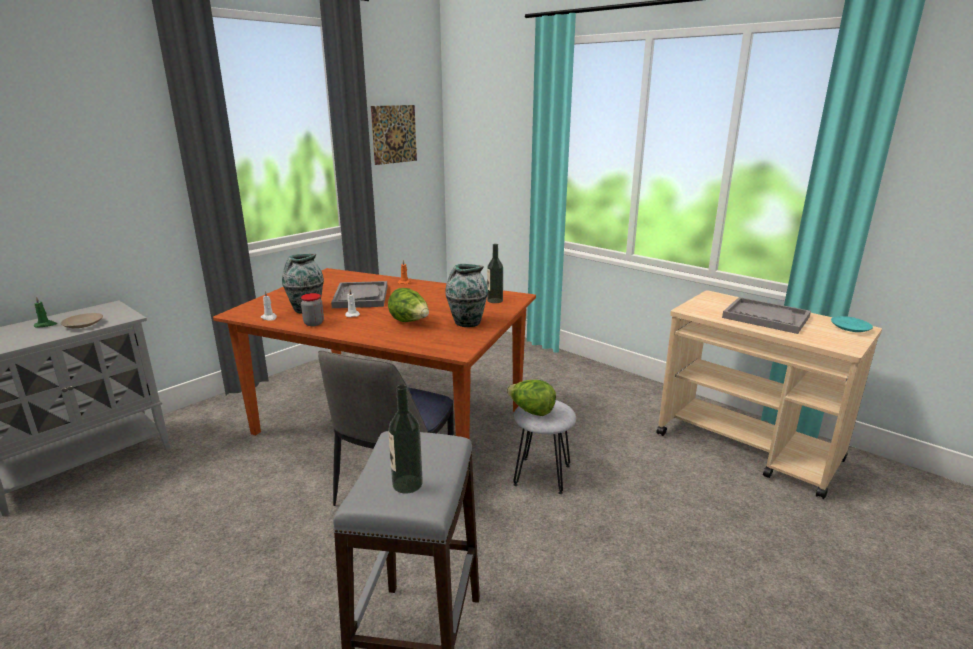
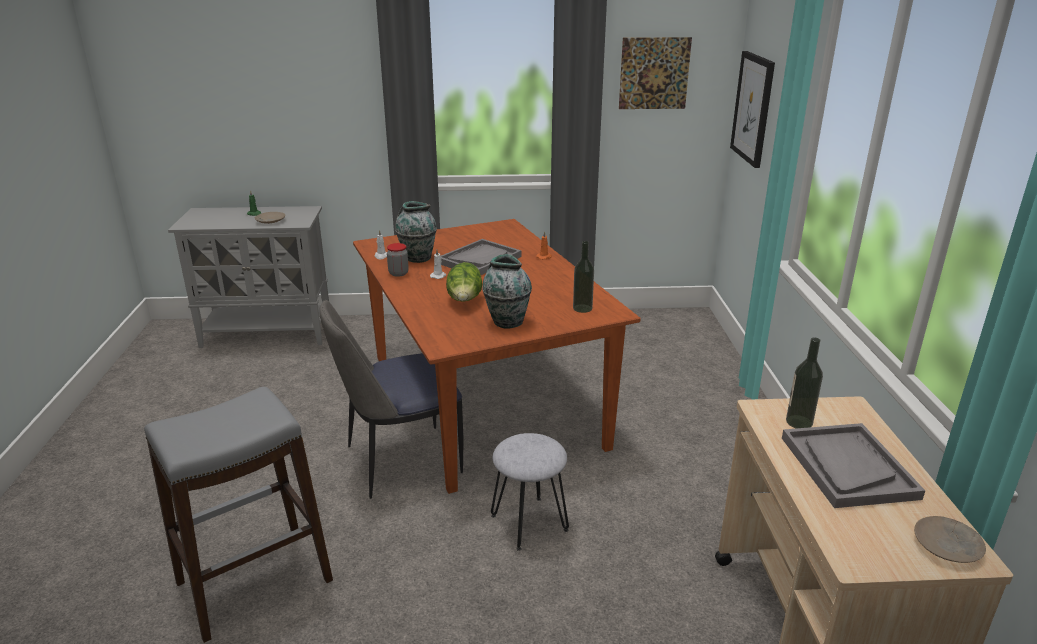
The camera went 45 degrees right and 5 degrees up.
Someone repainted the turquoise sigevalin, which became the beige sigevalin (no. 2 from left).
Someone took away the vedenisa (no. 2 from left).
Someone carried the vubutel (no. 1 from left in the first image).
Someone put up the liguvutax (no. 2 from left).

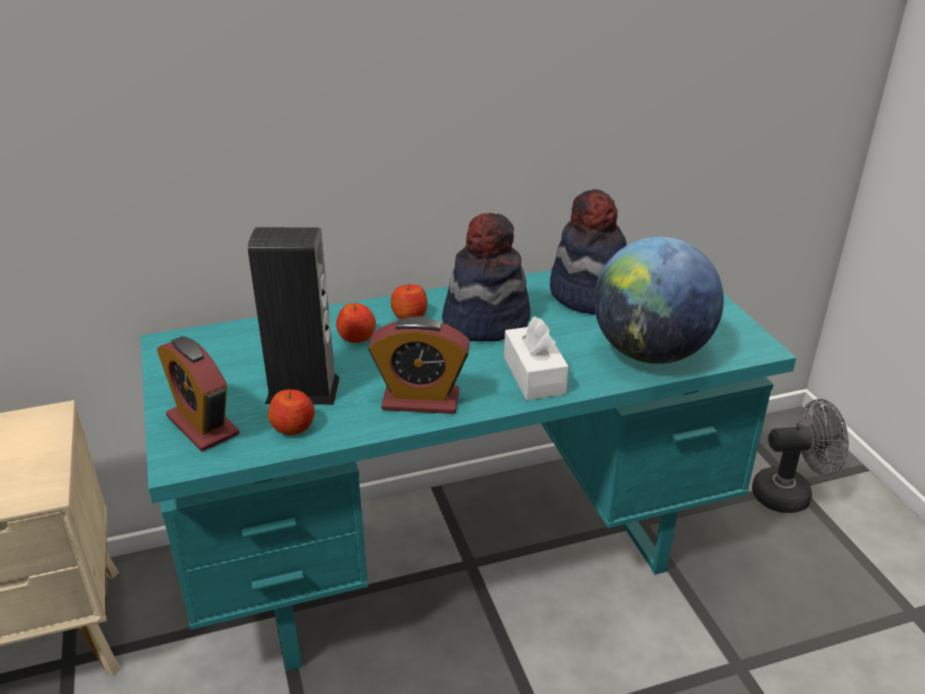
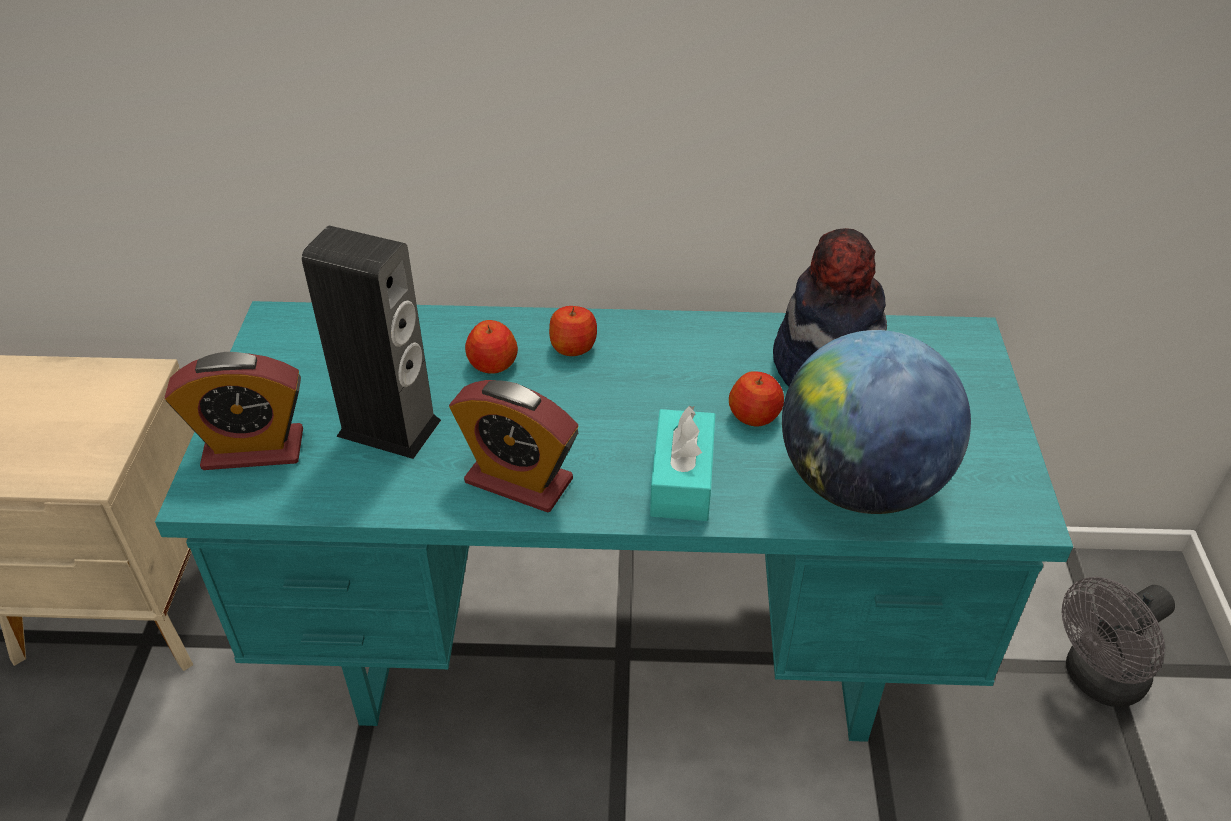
The camera went 20 degrees right and 10 degrees up.
Someone took away the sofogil (no. 1 from left).
Someone repainted the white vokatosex, which became the turquoise vokatosex.
Someone rotated the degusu (no. 1 from left) by 75 degrees counterclockwise.
Someone carried the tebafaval (no. 1 from left in the first image).
Someone rotated the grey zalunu by 135 degrees clockwise.

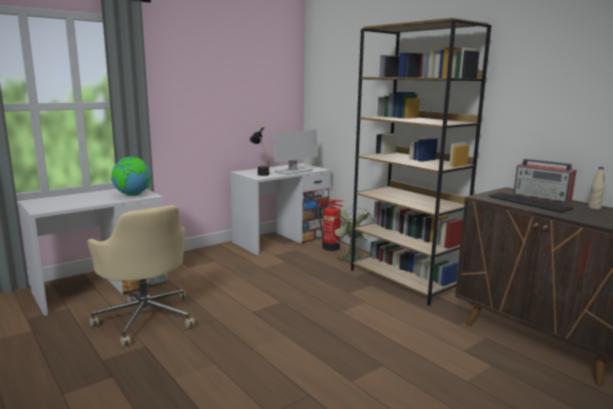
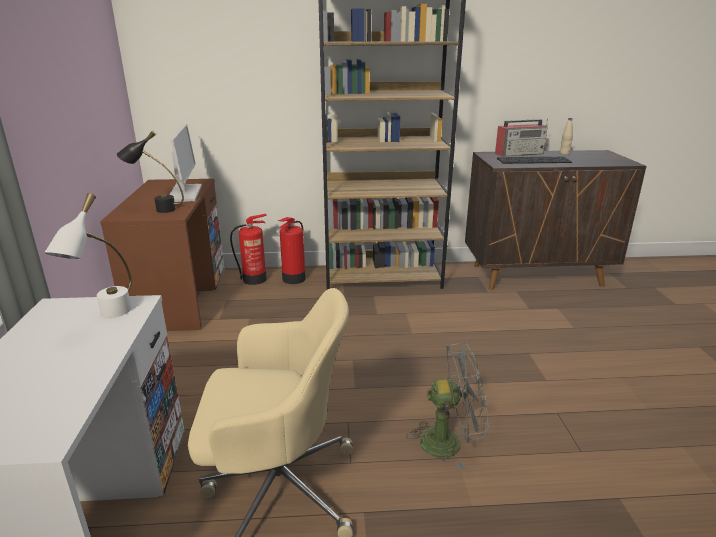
The camera went 55 degrees left and 10 degrees up.
Someone swapped the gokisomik for the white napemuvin.
Someone repainted the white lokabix (no. 2 from left), which became the brown lokabix.
Someone swapped the green zalunu for the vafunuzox (no. 2 from left).
Someone put down the grey zalunu.

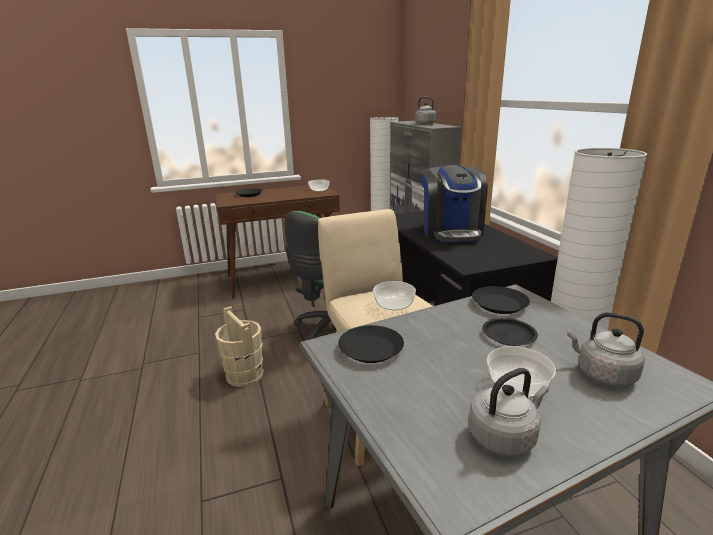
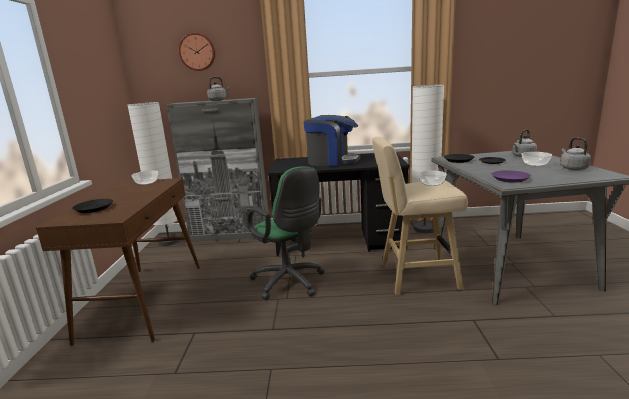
The camera went 70 degrees left and 5 degrees down.
Someone took away the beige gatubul.
Someone repainted the black sigevalin (no. 2 from left), which became the purple sigevalin.
Someone put up the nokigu.

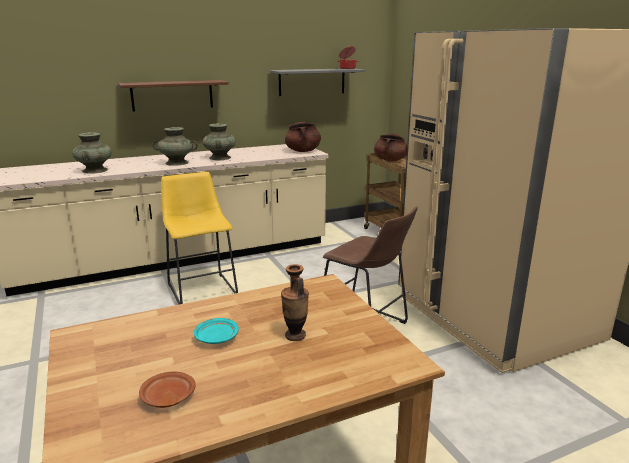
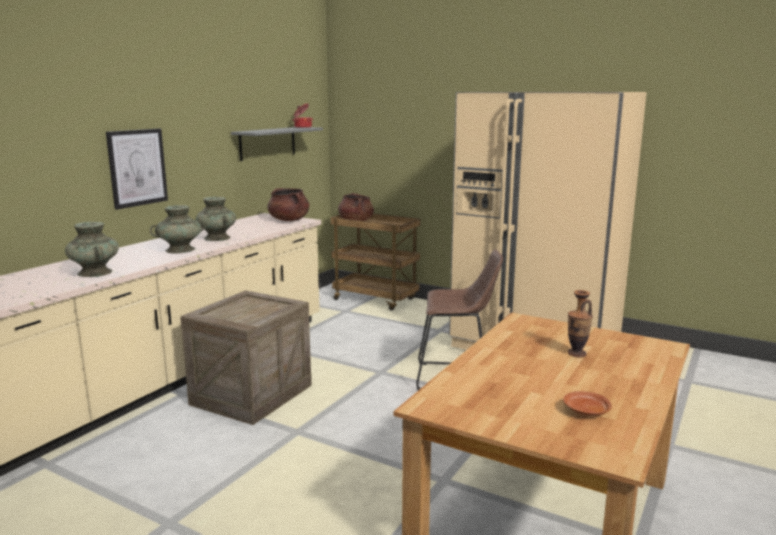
The camera went 35 degrees left and 5 degrees down.
Someone swapped the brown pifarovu for the liguvutax.
Someone swapped the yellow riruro for the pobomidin.
Someone took away the turquoise sigevalin.

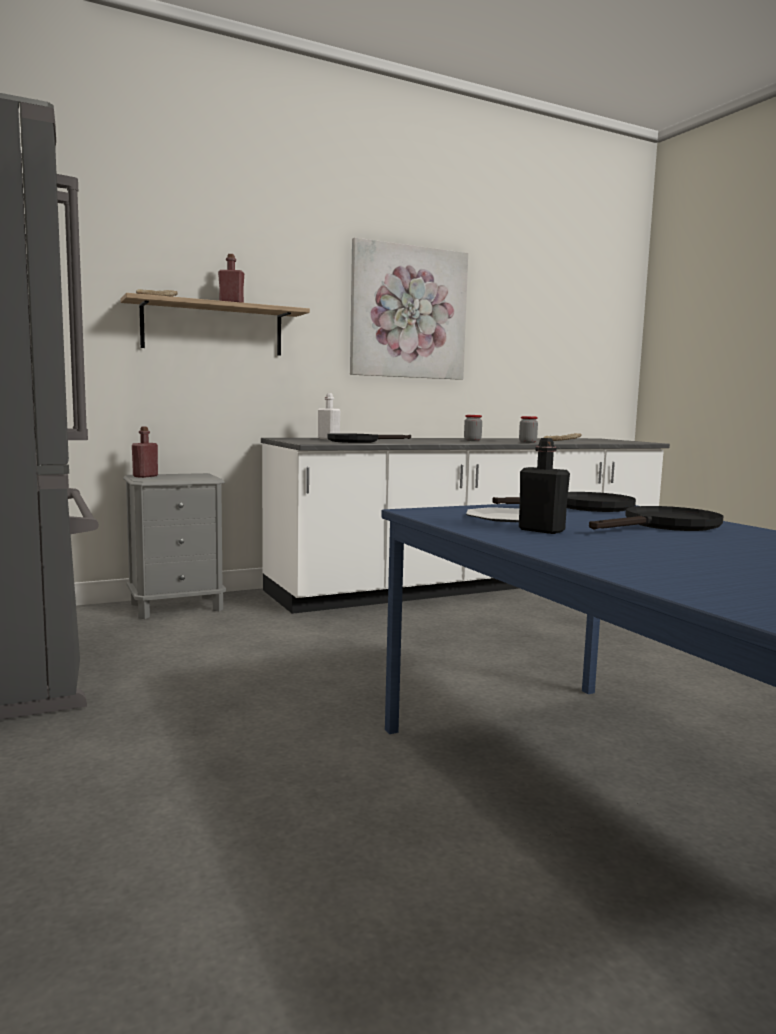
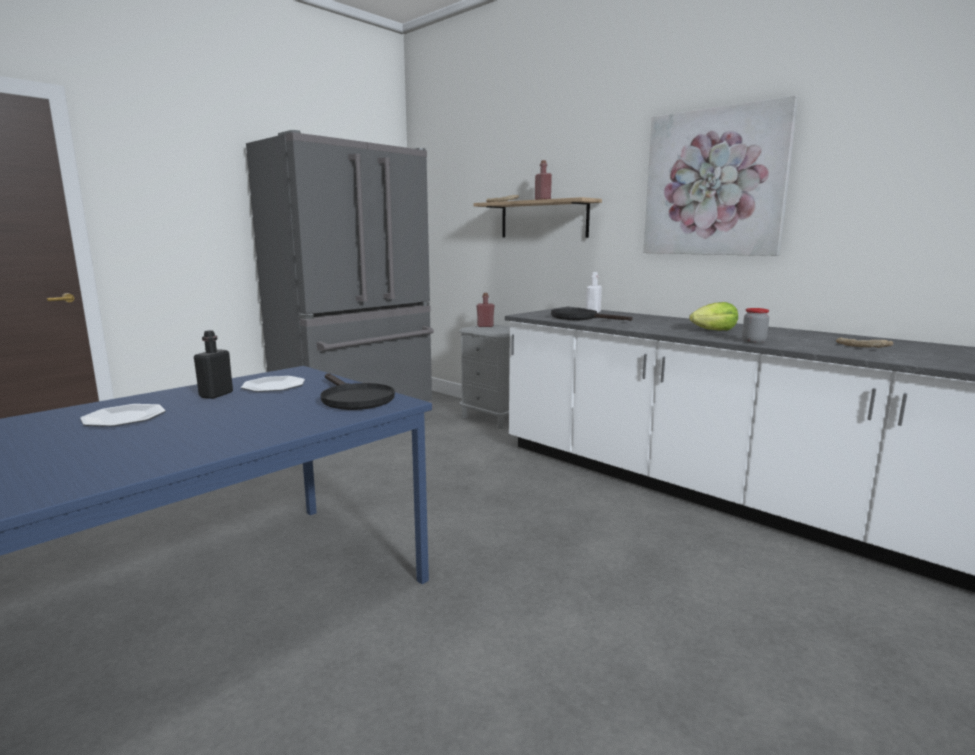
The camera went 70 degrees right and 5 degrees up.
Someone swapped the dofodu (no. 1 from left) for the vedenisa.
Someone took away the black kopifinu (no. 3 from left).
Someone put down the sigevalin (no. 1 from left).

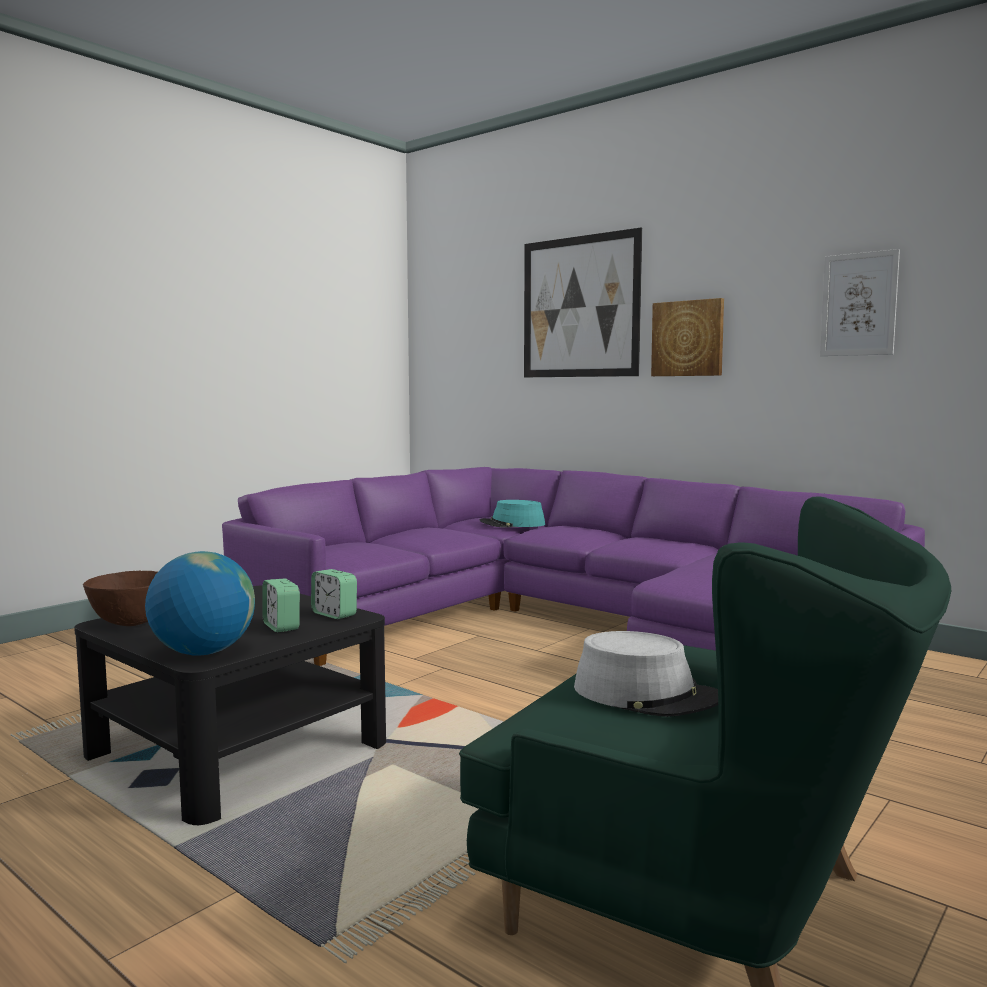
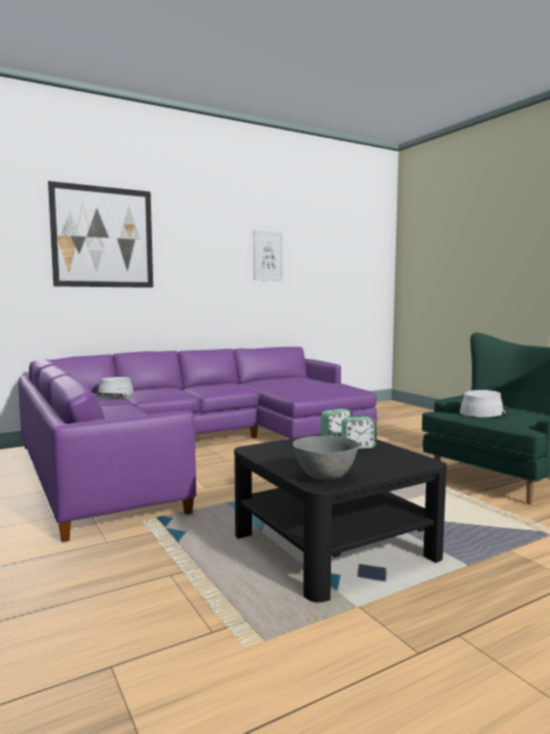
The camera went 70 degrees left and 0 degrees up.
Someone took away the liguvutax (no. 2 from left).
Someone repainted the turquoise sofogil, which became the grey sofogil (no. 1 from left).
Someone took away the gokisomik.
Someone repainted the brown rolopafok, which became the grey rolopafok.

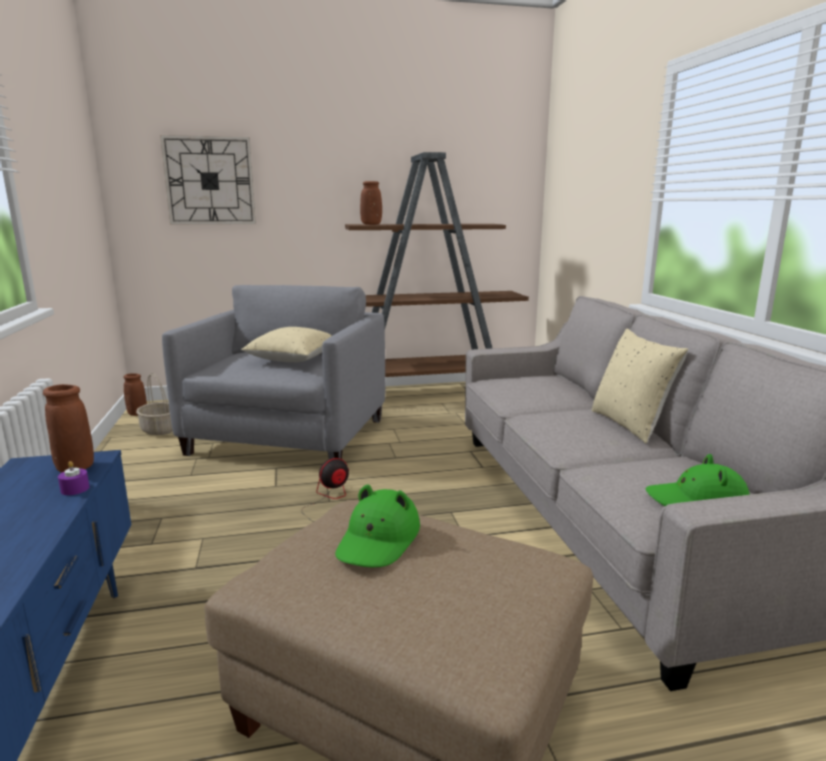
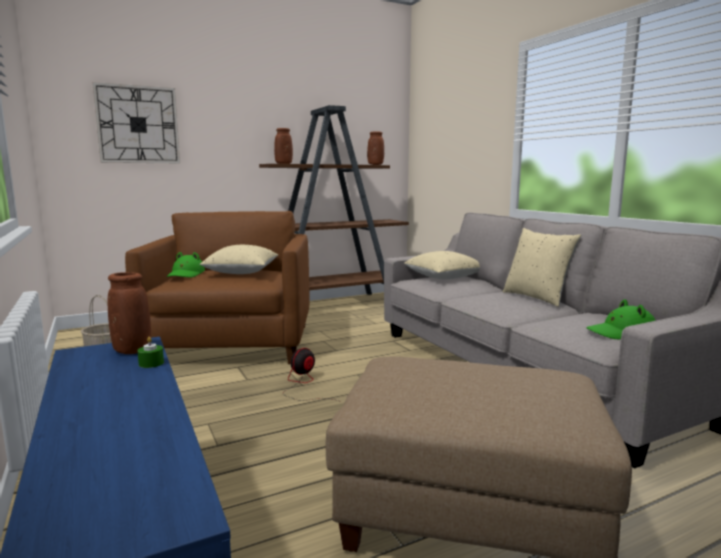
The camera went 15 degrees left and 5 degrees down.
Someone repainted the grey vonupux, which became the brown vonupux.
Someone carried the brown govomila (no. 2 from left in the first image).
Someone repainted the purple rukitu, which became the green rukitu.
Someone carried the green sofogil (no. 1 from left).
Someone put down the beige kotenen (no. 2 from left).

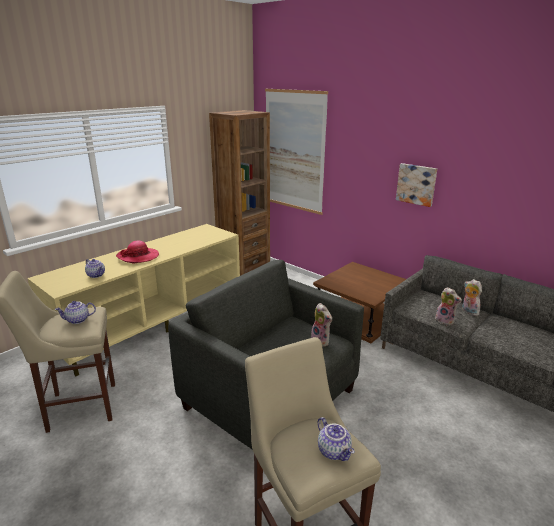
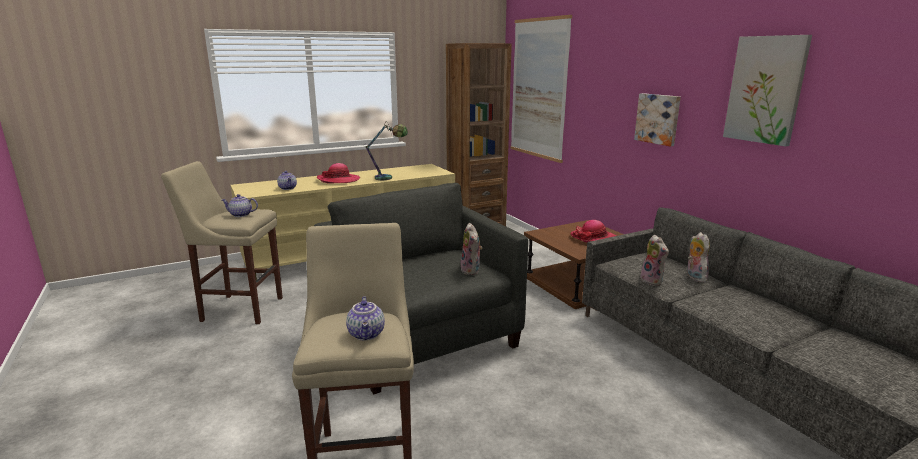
The camera went 20 degrees right and 5 degrees down.
Someone put up the liguvutax (no. 3 from left).
Someone put down the napemuvin.
Someone put down the sofogil (no. 2 from left).

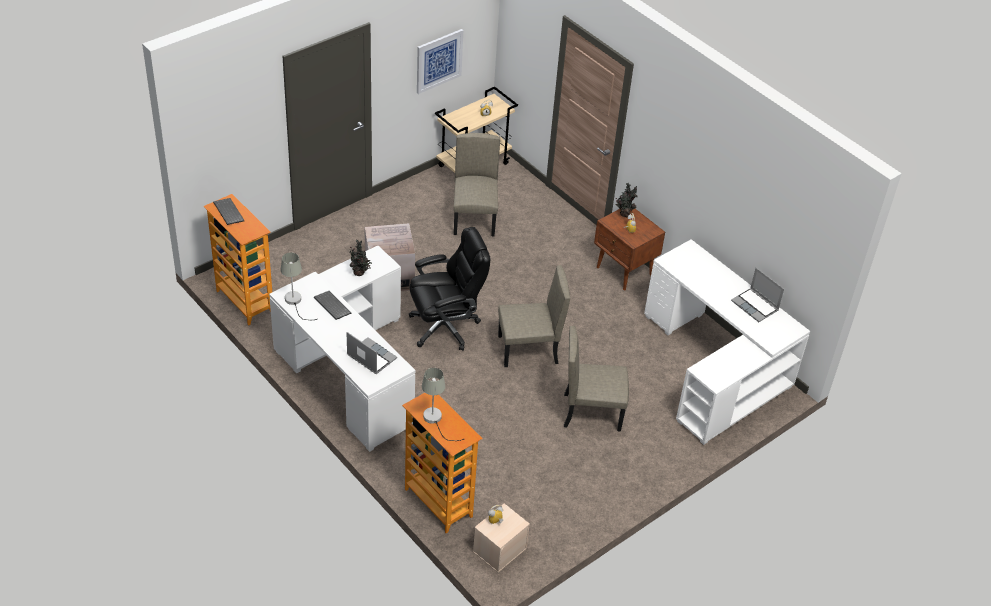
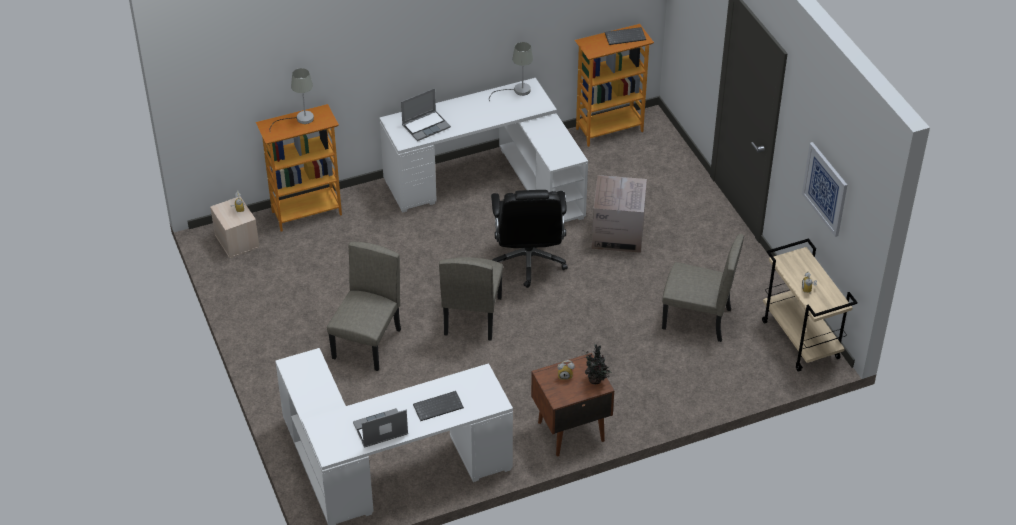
The camera went 110 degrees right and 0 degrees up.
Someone took away the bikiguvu (no. 1 from left).
Someone carried the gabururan (no. 2 from left in the first image).

